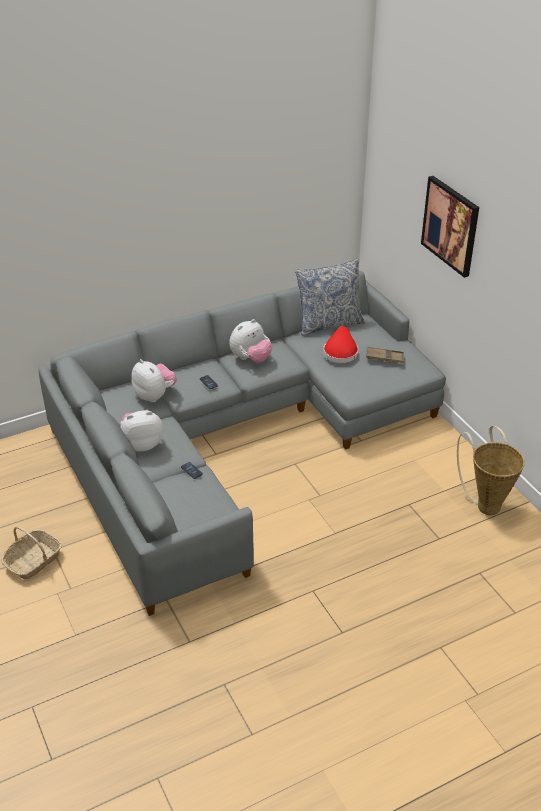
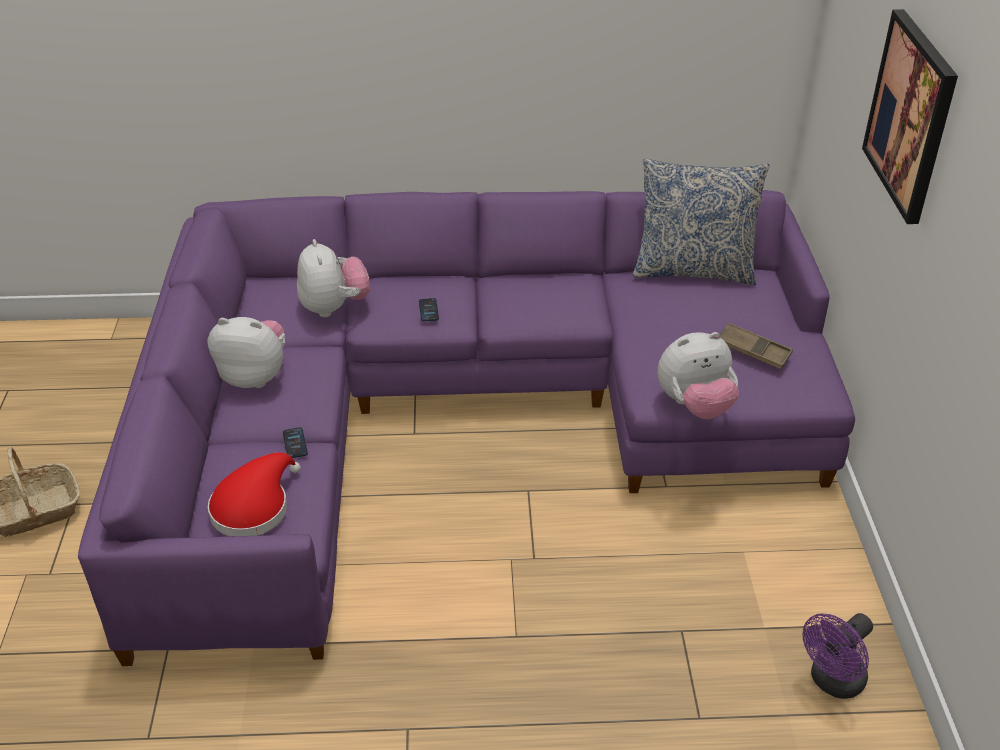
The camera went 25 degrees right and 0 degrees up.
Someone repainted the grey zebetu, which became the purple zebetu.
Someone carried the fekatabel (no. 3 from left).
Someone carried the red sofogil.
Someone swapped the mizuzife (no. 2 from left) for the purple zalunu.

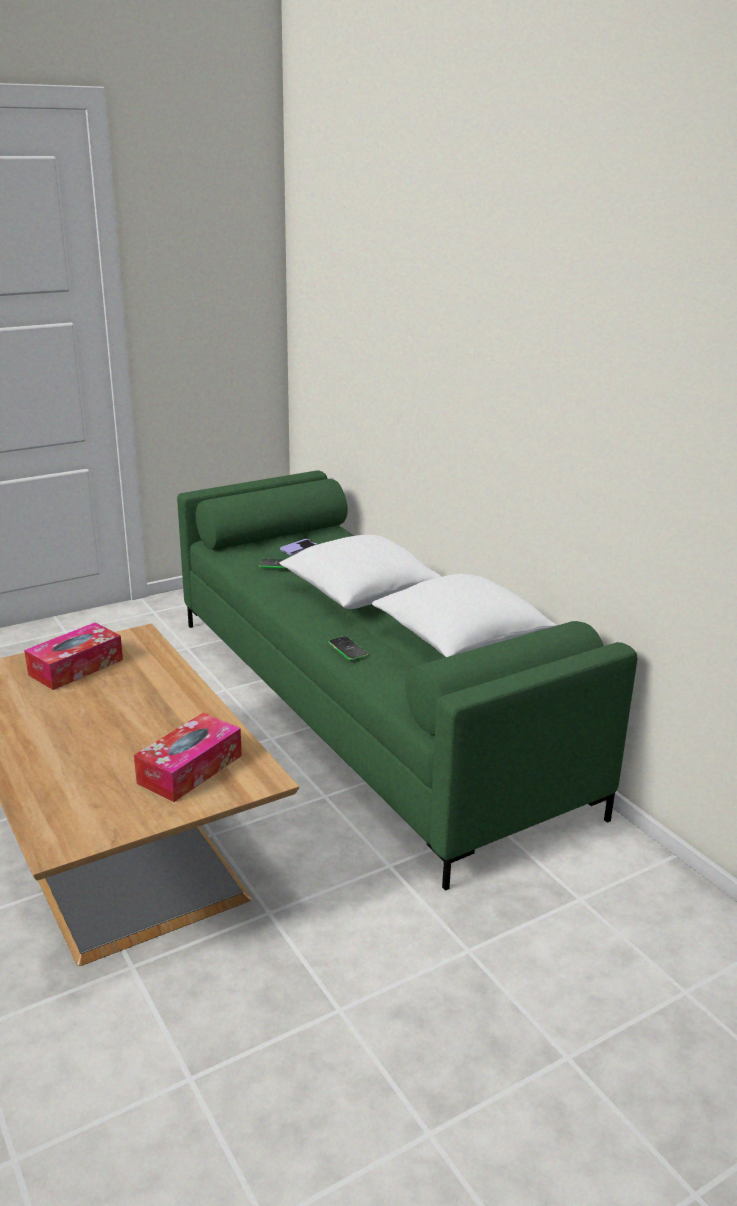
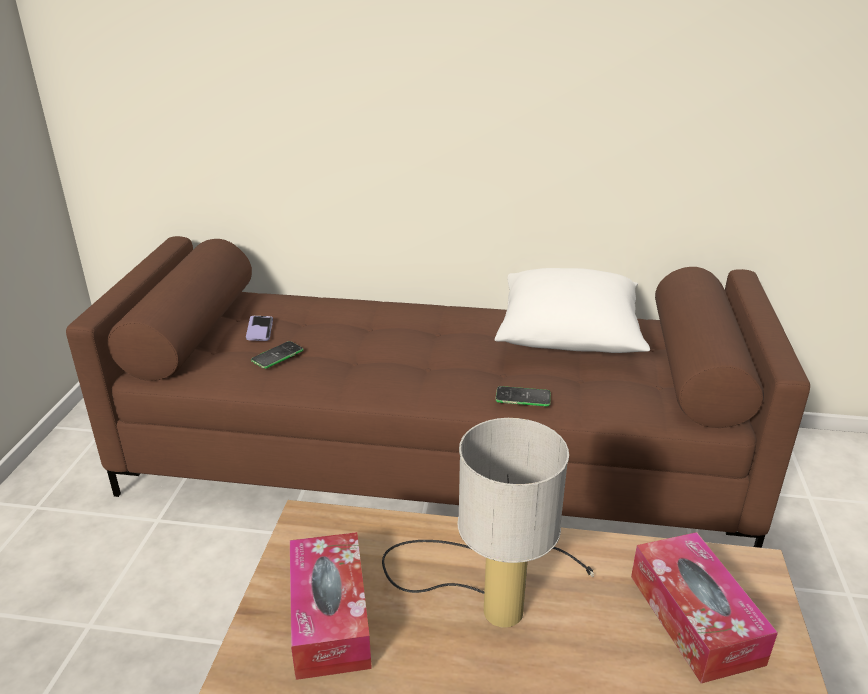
The camera went 50 degrees left and 5 degrees up.
Someone repainted the green zebetu, which became the brown zebetu.
Someone took away the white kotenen (no. 1 from left).
Someone put down the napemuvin.

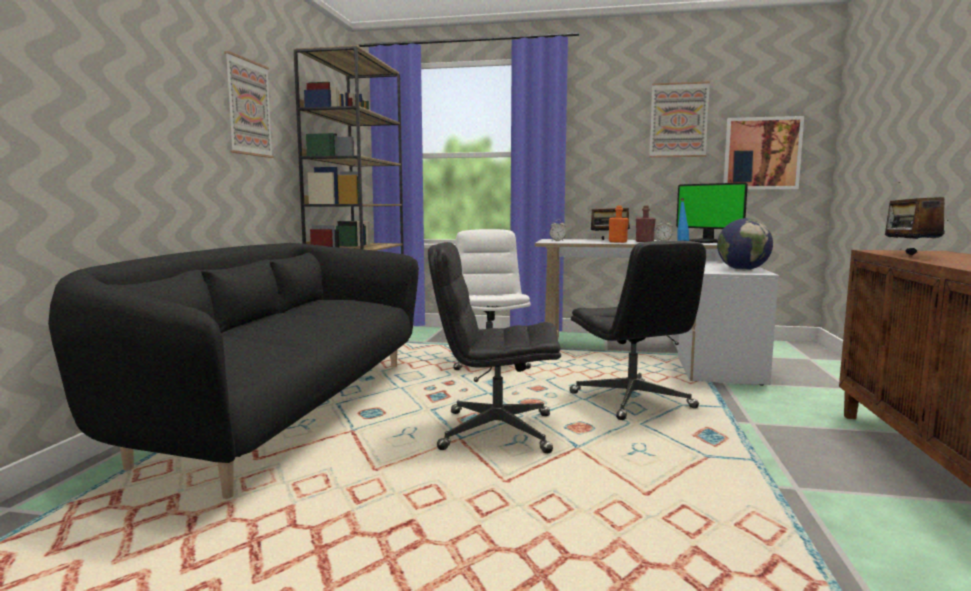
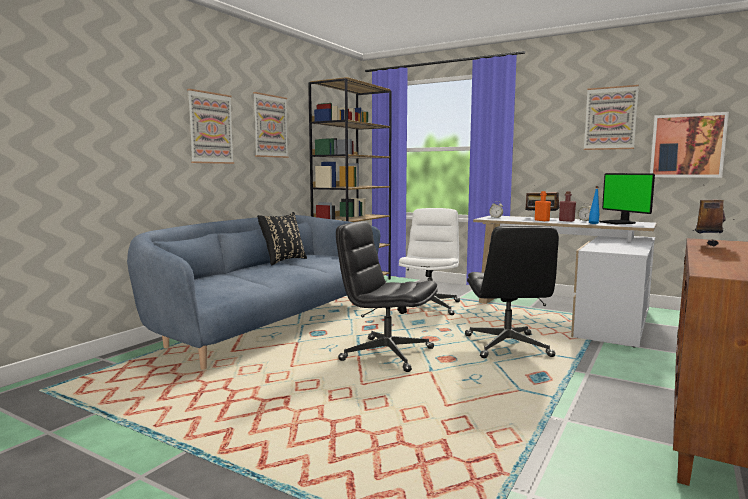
The camera went 20 degrees right and 0 degrees up.
Someone took away the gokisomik.
Someone repainted the black zebetu, which became the blue zebetu.
Someone put up the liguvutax (no. 1 from left).
Someone put down the black kotenen.

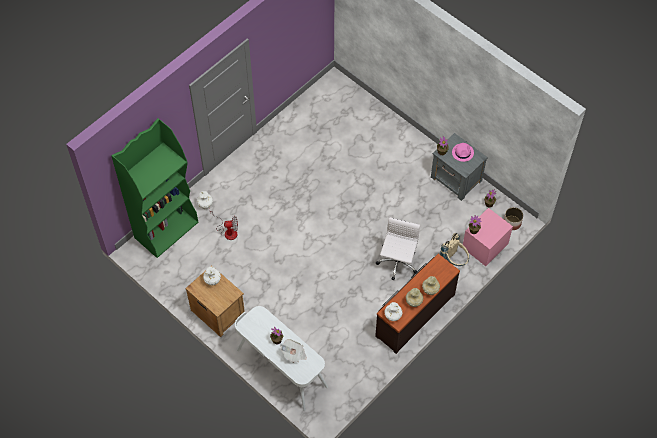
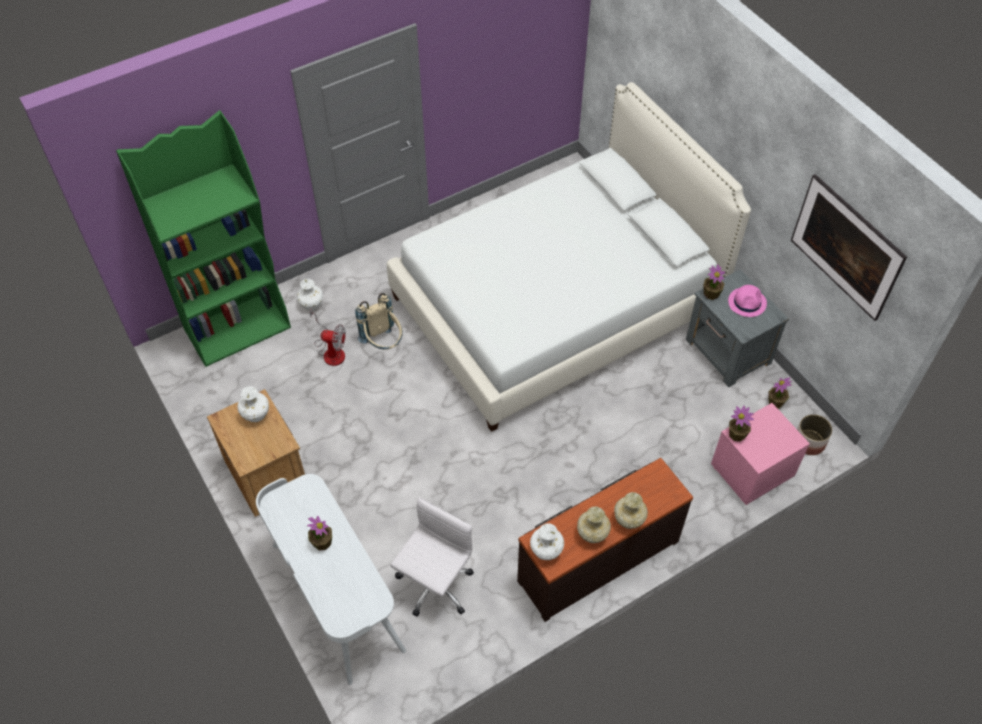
The camera went 15 degrees right and 5 degrees down.
Someone carried the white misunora.
Someone carried the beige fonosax.
Someone took away the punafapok.
Someone put down the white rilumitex.
Someone put up the liguvutax.

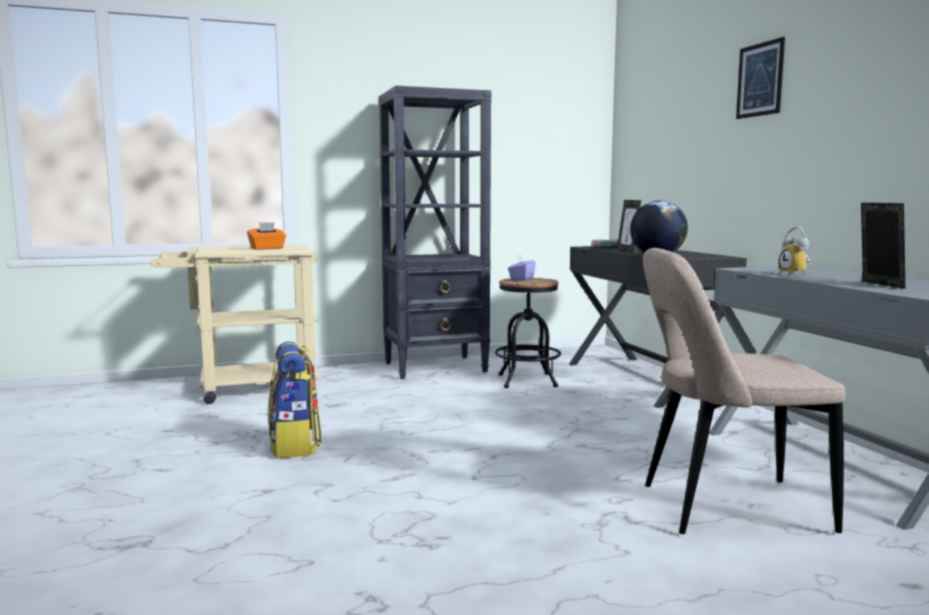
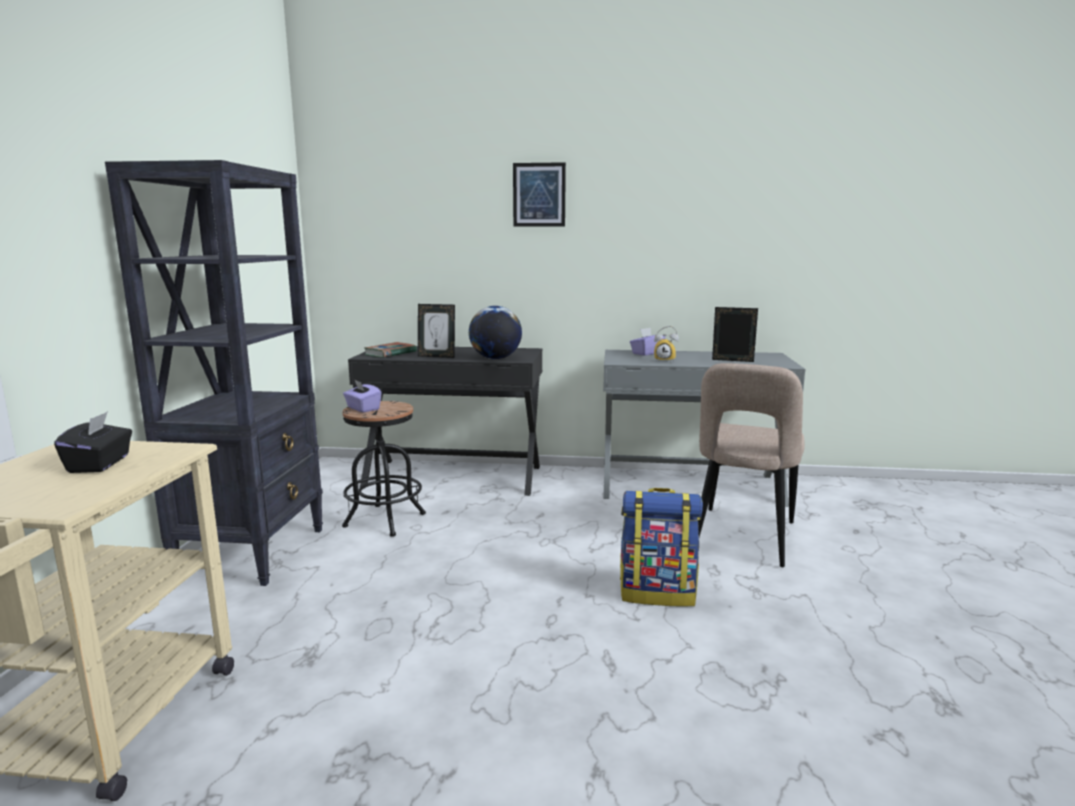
The camera went 65 degrees left and 5 degrees up.
Someone repainted the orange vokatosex, which became the black vokatosex.
Someone carried the fonosax.
Someone put down the purple vokatosex (no. 2 from left).

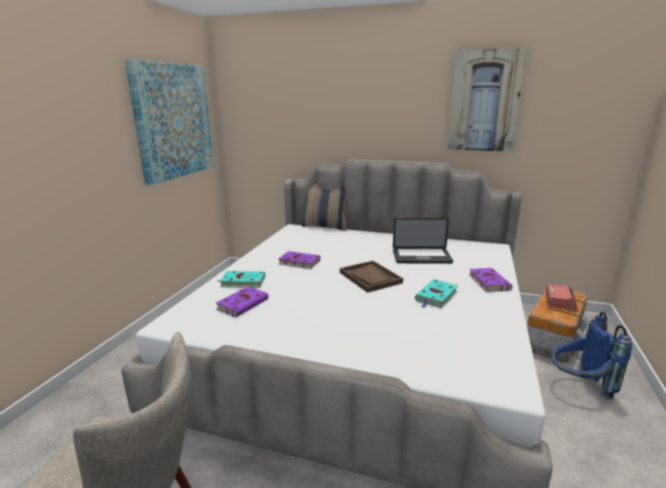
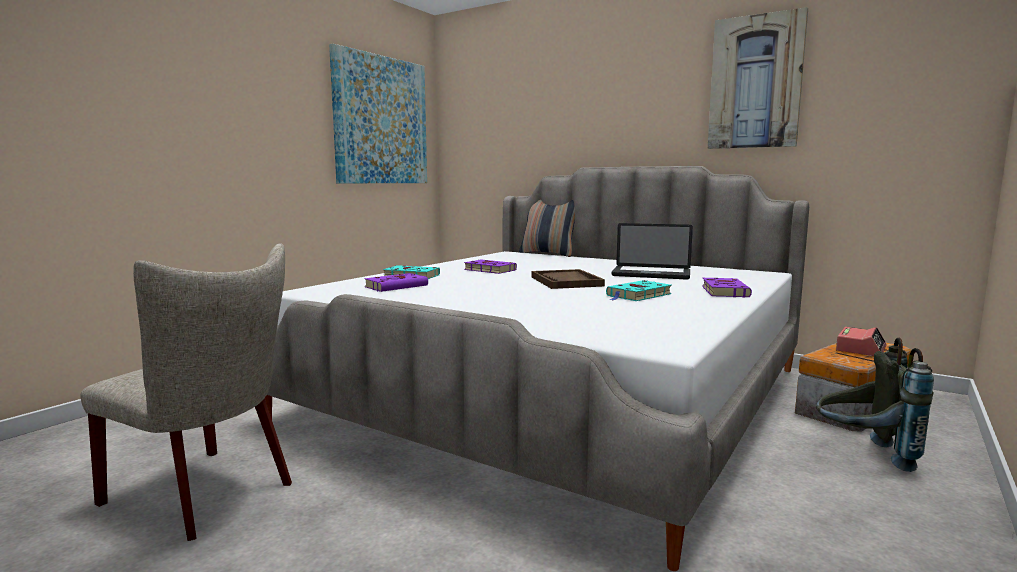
The camera went 15 degrees right and 10 degrees down.
Someone repainted the blue fonosax, which became the grey fonosax.

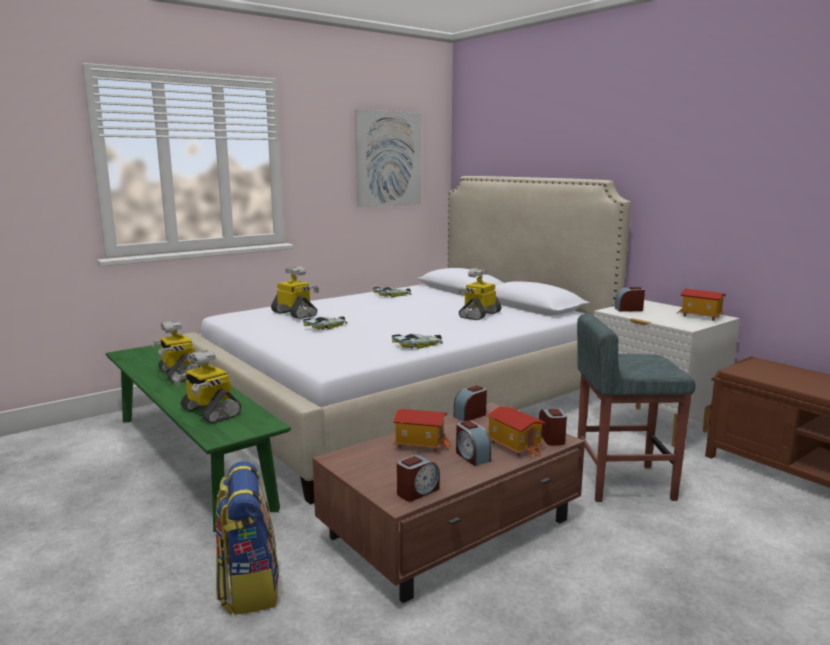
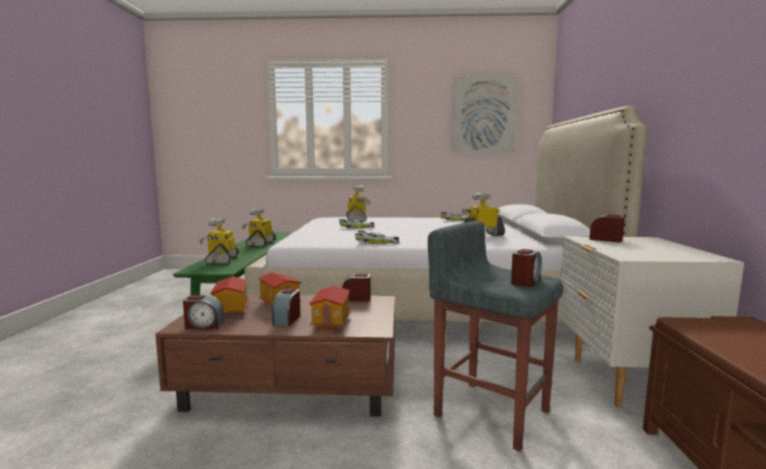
The camera went 40 degrees right and 5 degrees down.
Someone carried the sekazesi (no. 3 from left in the first image).
Someone carried the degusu (no. 4 from left).
Someone took away the fonosax.

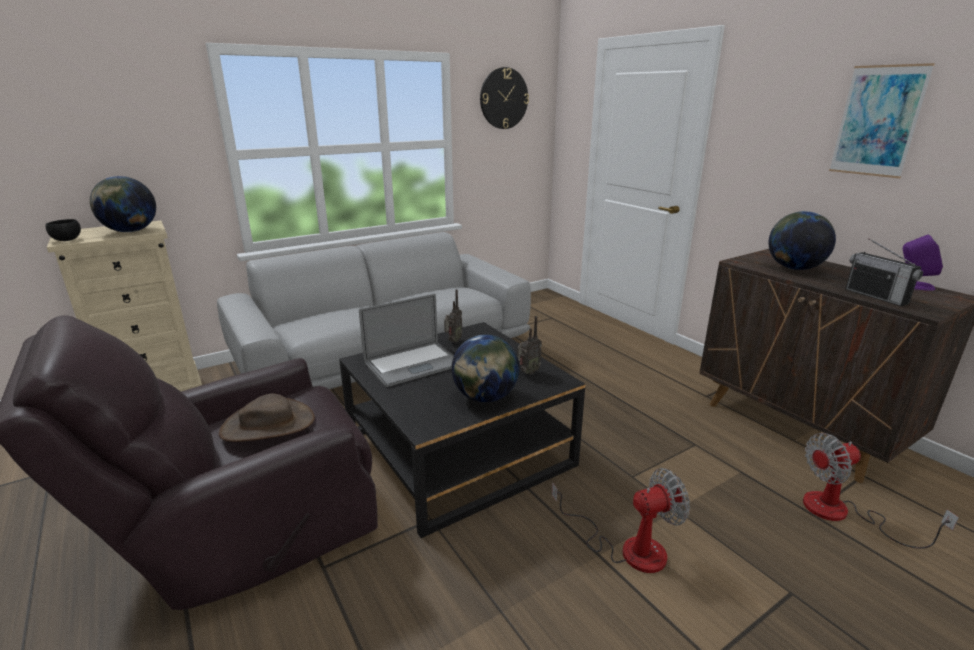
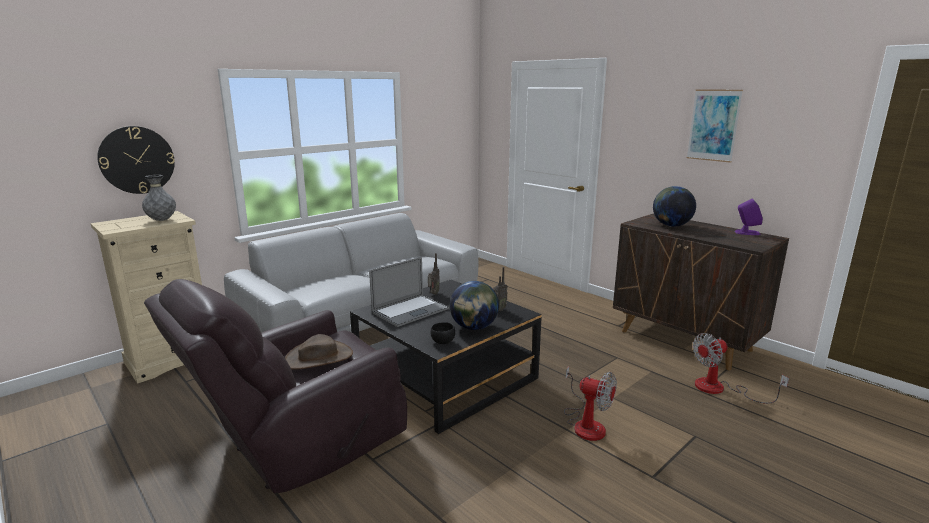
The camera went 10 degrees left and 5 degrees down.
Someone carried the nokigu.
Someone swapped the gokisomik (no. 1 from left) for the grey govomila.
Someone carried the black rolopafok.
Someone took away the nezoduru (no. 3 from left).
Someone rotated the zalunu (no. 1 from left) by 60 degrees clockwise.

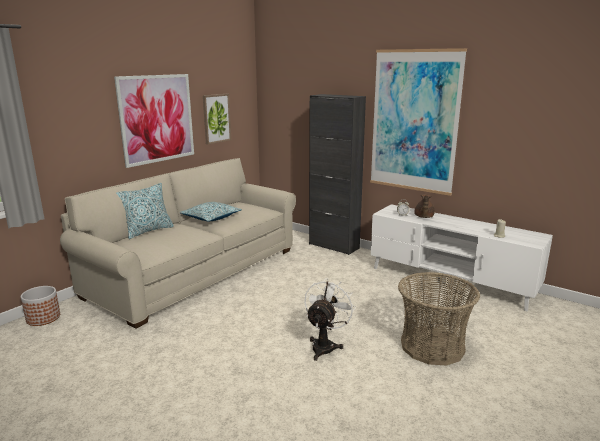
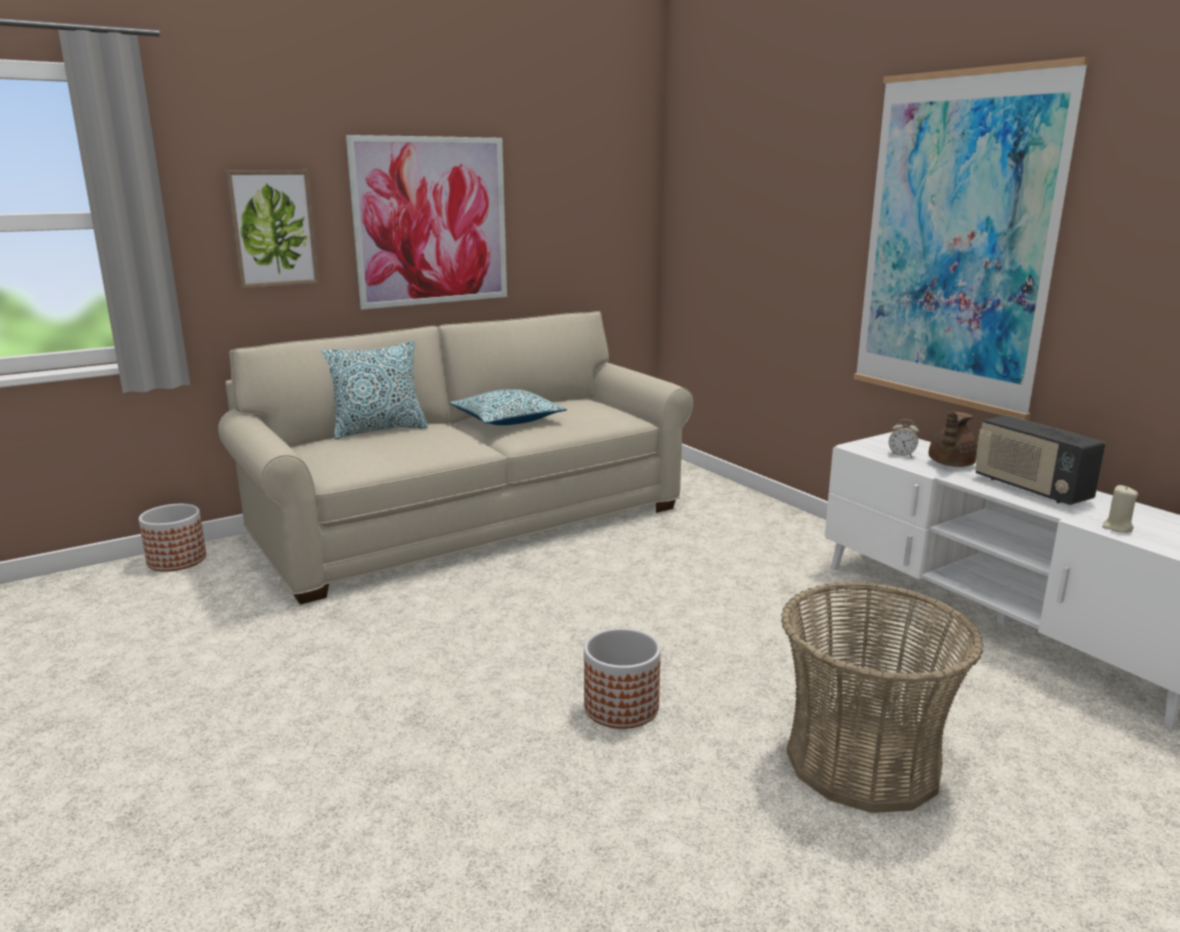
The camera went 20 degrees right and 0 degrees up.
Someone carried the liguvutax (no. 2 from left in the first image).
Someone took away the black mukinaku.
Someone swapped the white zalunu for the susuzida (no. 2 from left).
Someone put down the nezoduru.

